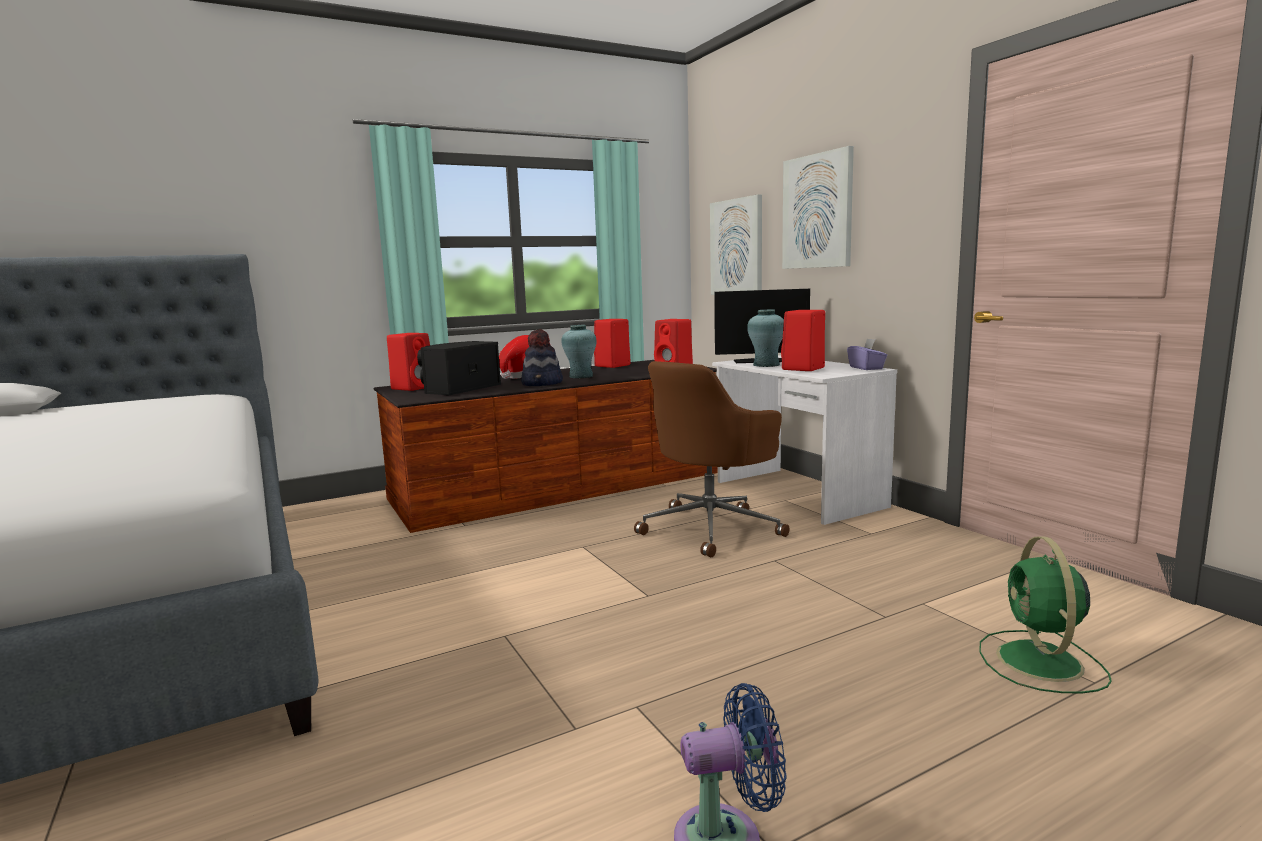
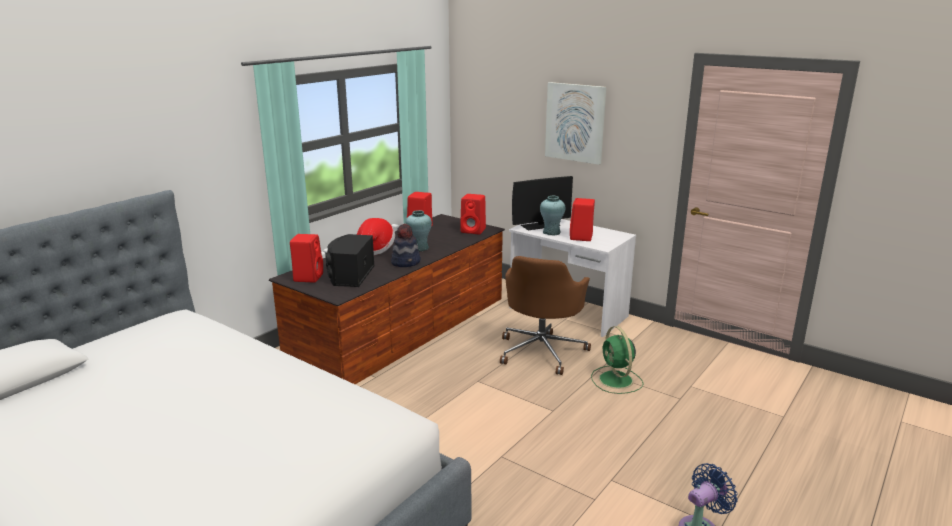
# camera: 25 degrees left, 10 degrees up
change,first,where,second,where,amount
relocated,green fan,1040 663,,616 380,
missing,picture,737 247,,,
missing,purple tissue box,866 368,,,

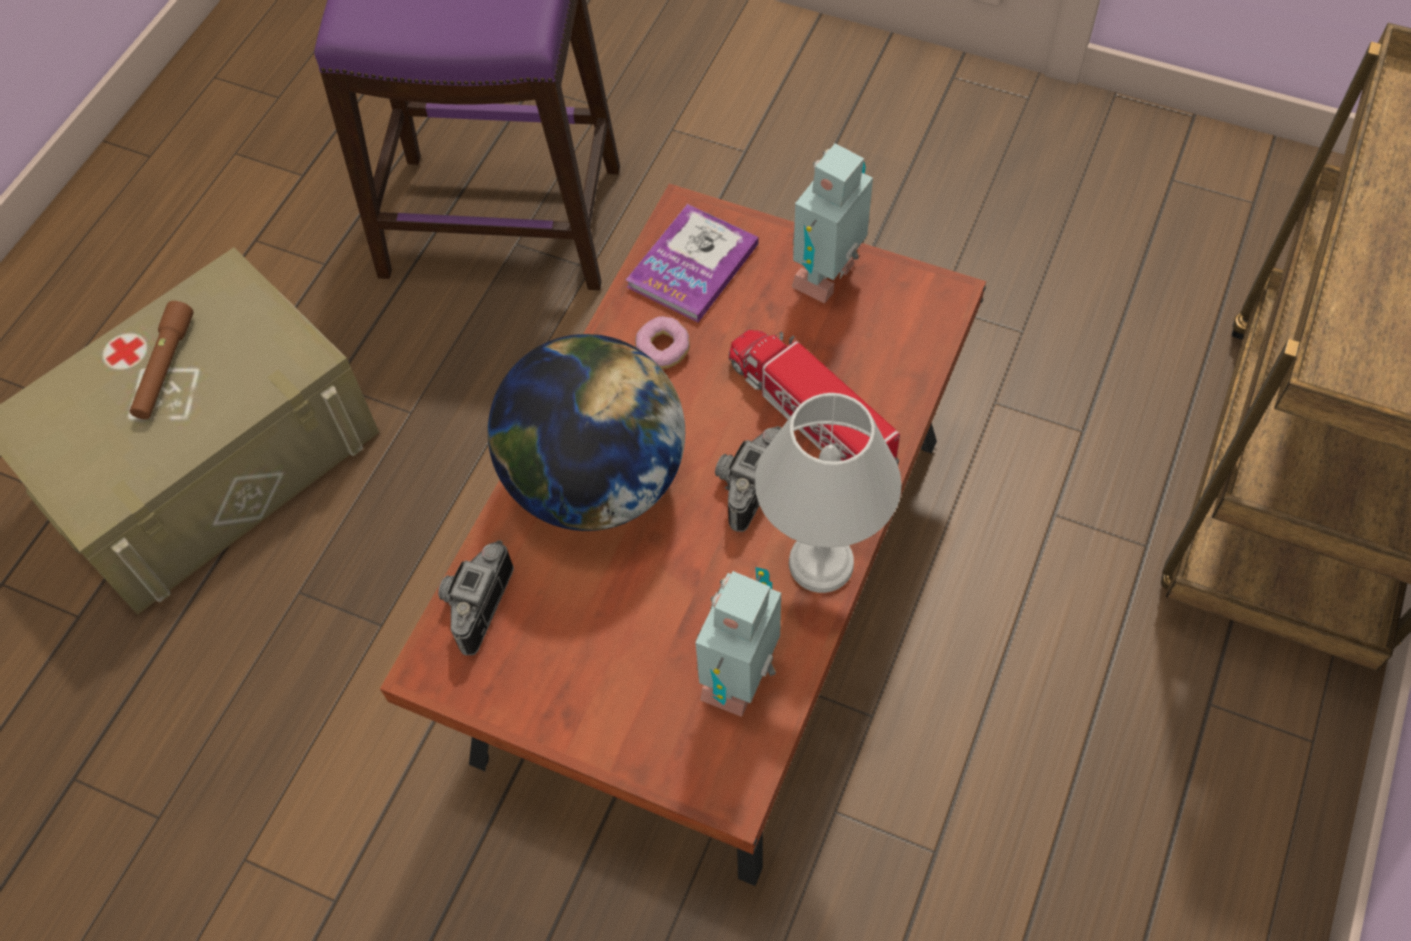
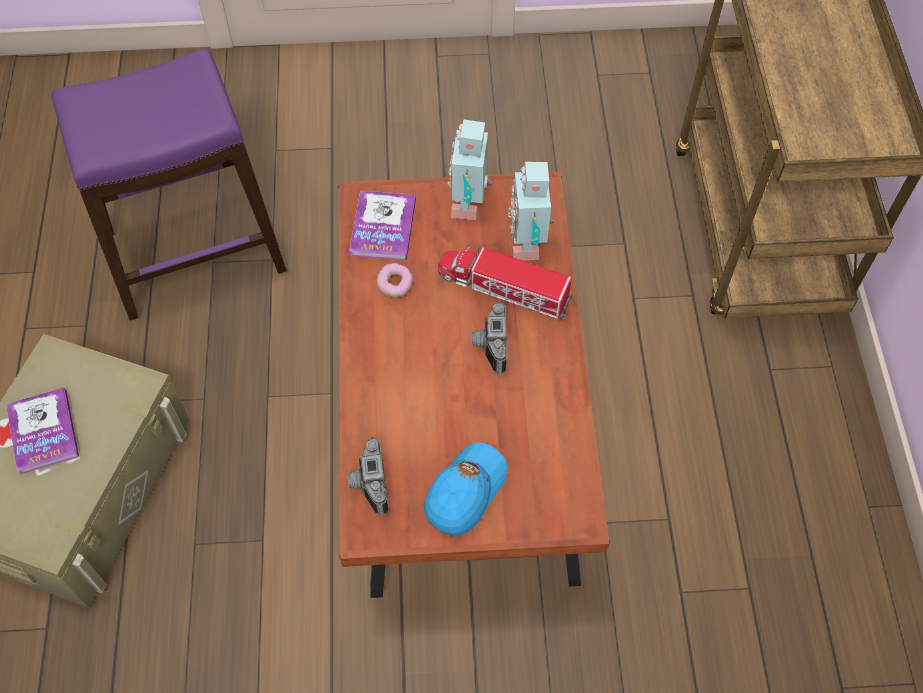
# camera: 30 degrees left, 0 degrees up
change,first,where,second,where,amount
exchanged,brown flashlight,165 368,book,43 431,
appeared,,,blue cap,465 492,
relocated,toy robot,742 679,,528 243,
missing,globe,596 481,,,
missing,white table lamp,821 560,,,

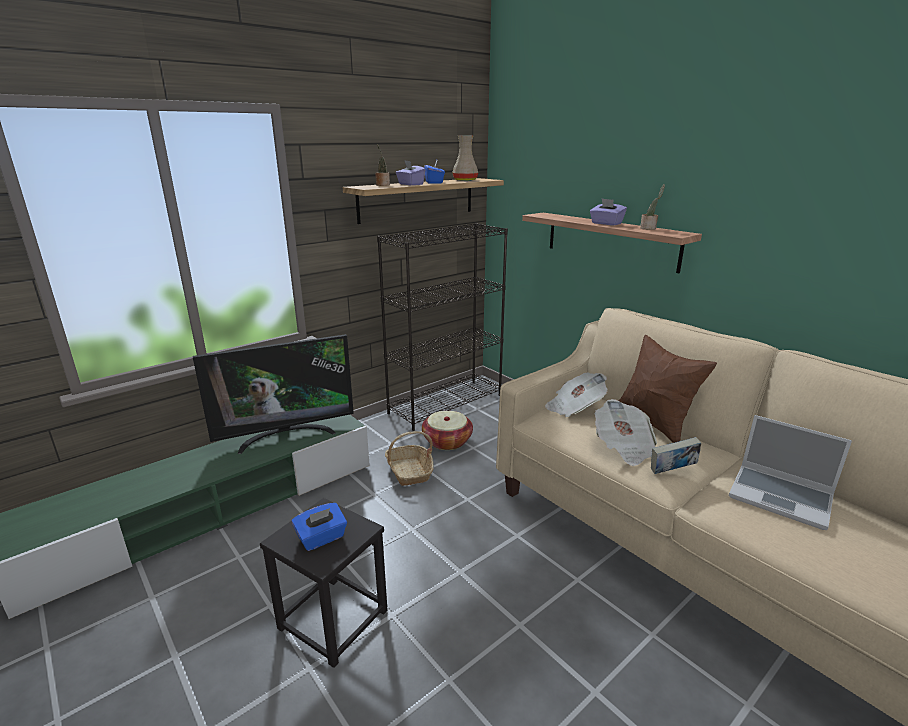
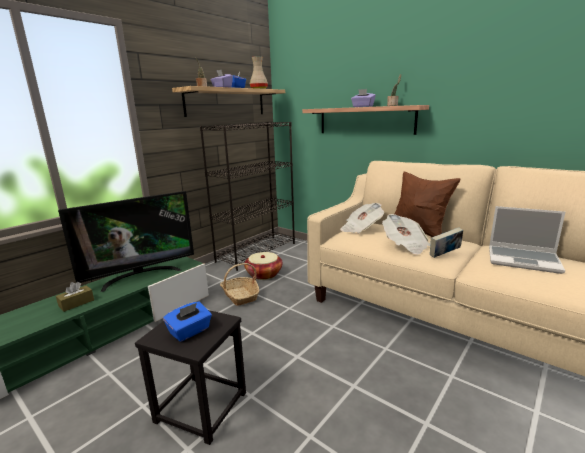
# camera: 10 degrees left, 5 degrees down
change,first,where,second,where,amount
appeared,,,brown tissue box,76 303,

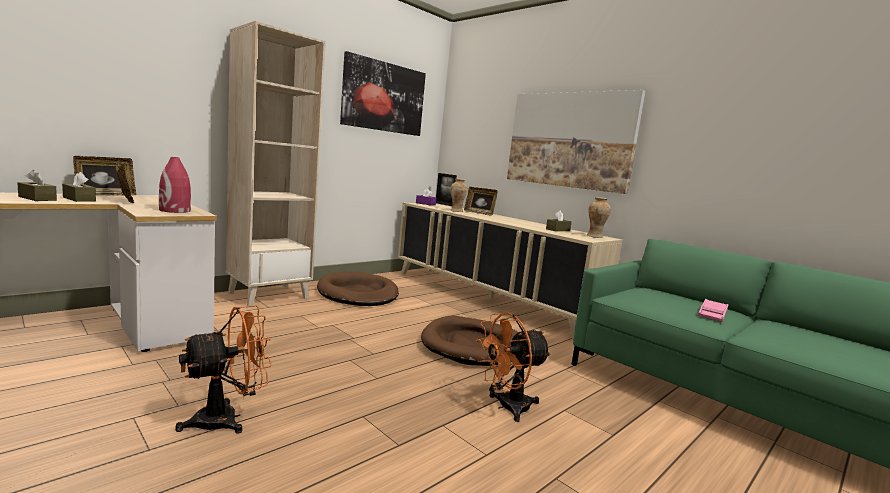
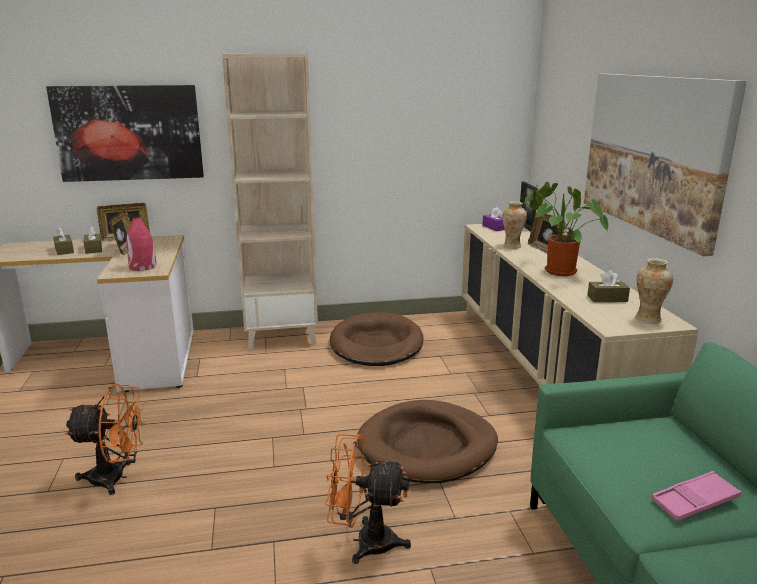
# camera: 35 degrees right, 10 degrees up
change,first,where,second,where,amount
relocated,picture,384 97,,129 133,
appeared,,,potted plant,556 271,

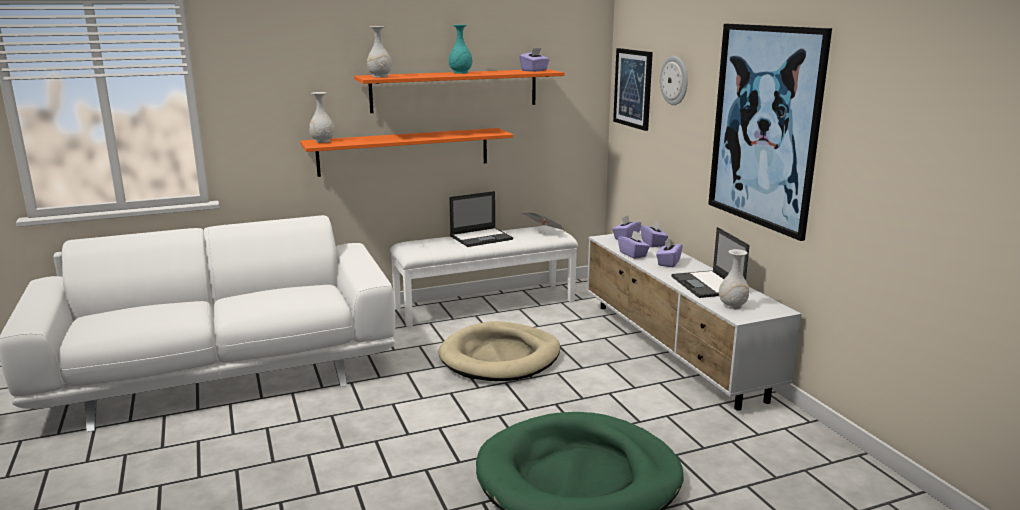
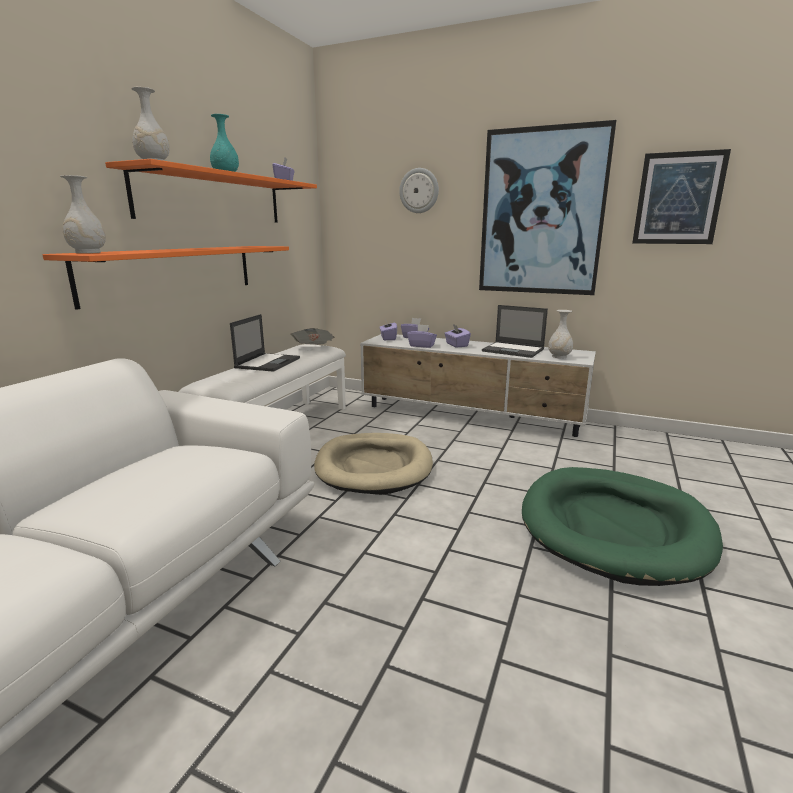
# camera: 45 degrees left, 0 degrees up
change,first,where,second,where,amount
relocated,picture,633 88,,678 199,

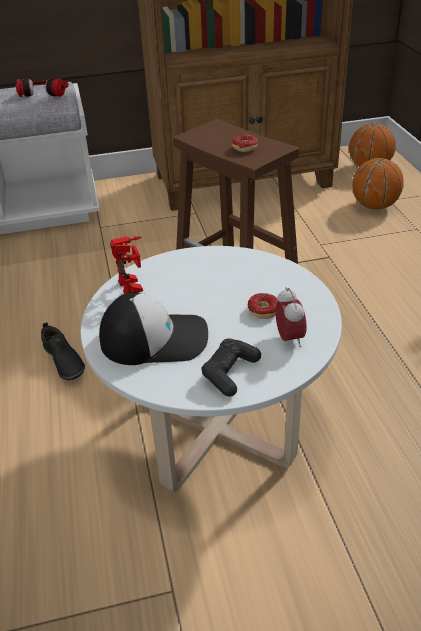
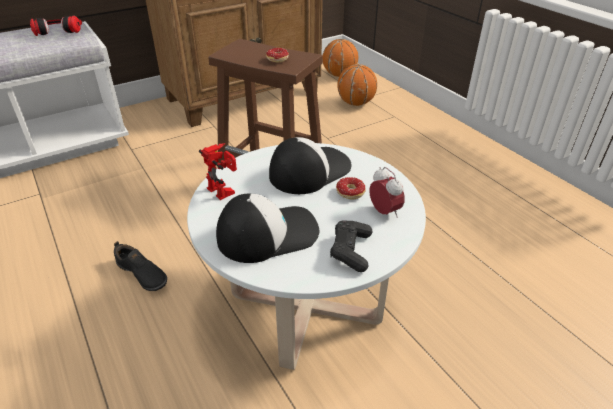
# camera: 20 degrees left, 0 degrees up
change,first,where,second,where,amount
appeared,,,cap,309 170,

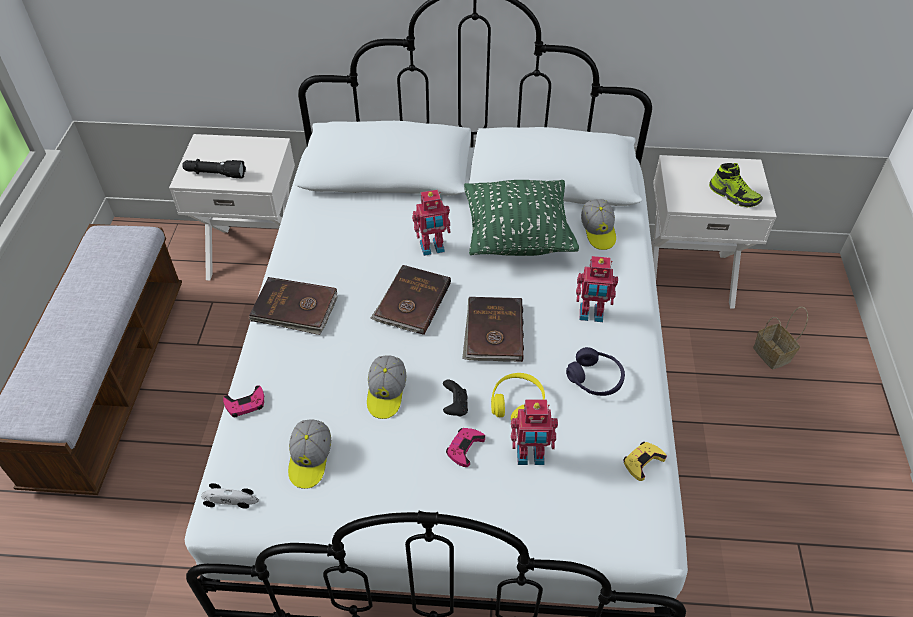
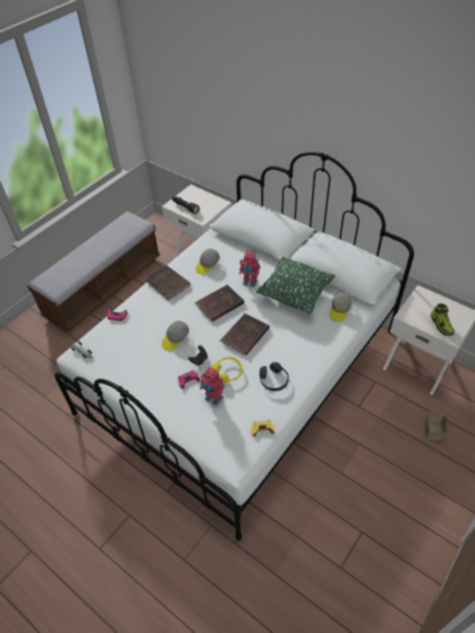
# camera: 35 degrees right, 0 degrees up
change,first,where,second,where,amount
relocated,cap,310 459,,207 265,
missing,toy robot,591 315,,,

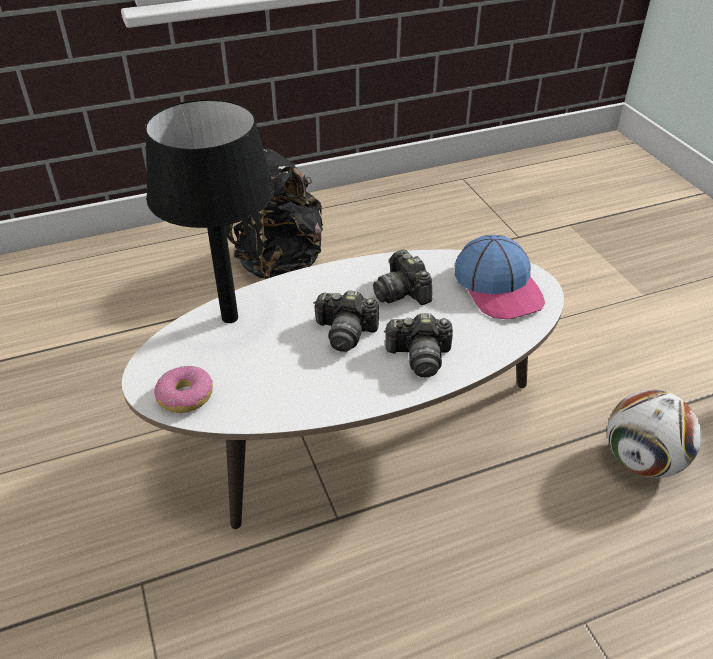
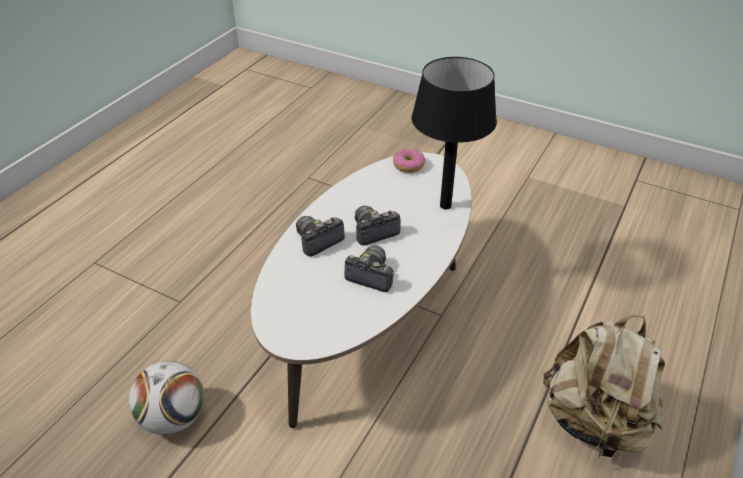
# camera: 140 degrees right, 0 degrees up
change,first,where,second,where,amount
colour,black backpack,281 262,beige backpack,593 421,
missing,cap,499 287,,,

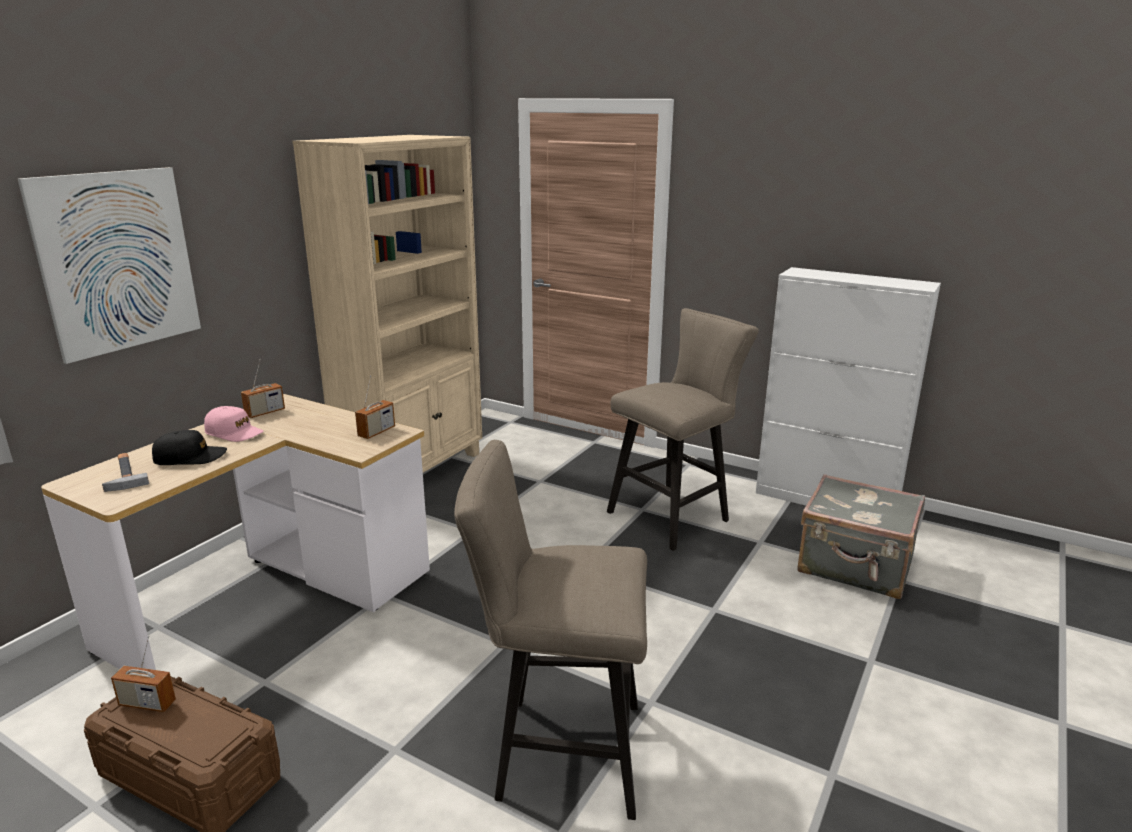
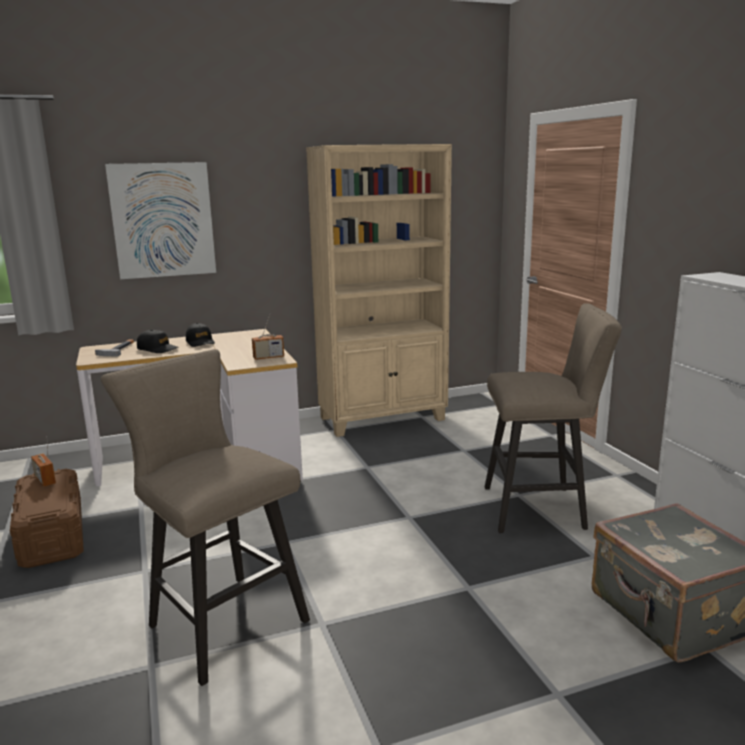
# camera: 40 degrees right, 5 degrees down
change,first,where,second,where,amount
colour,pink cap,234 433,black cap,200 342,
missing,radio,265 412,,,

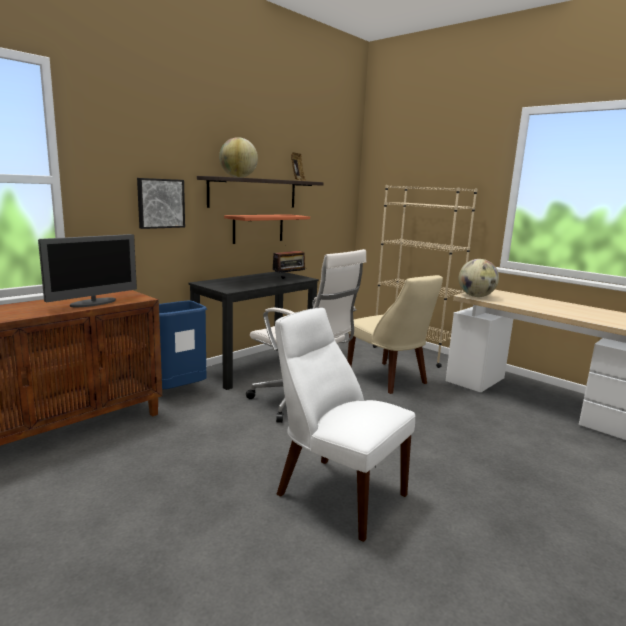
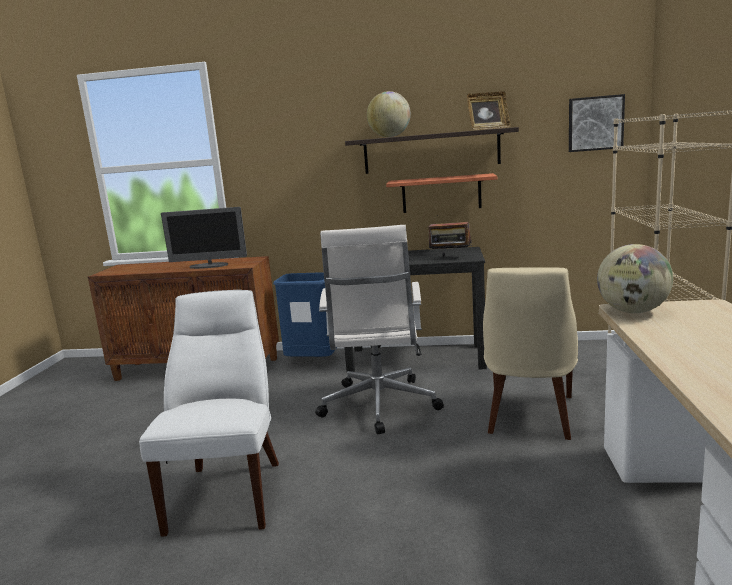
# camera: 55 degrees right, 0 degrees up
change,first,where,second,where,amount
relocated,picture,160 203,,595 123,

